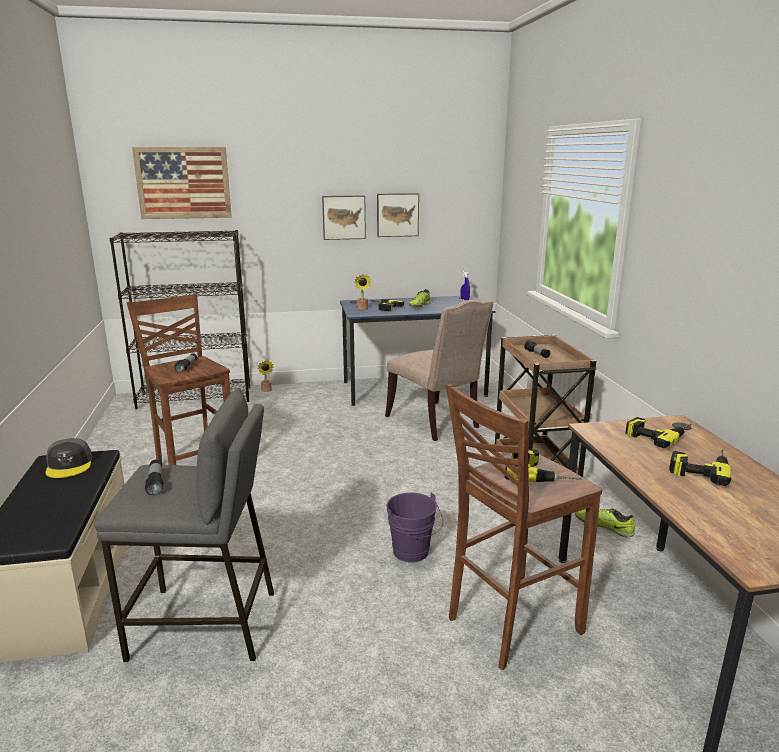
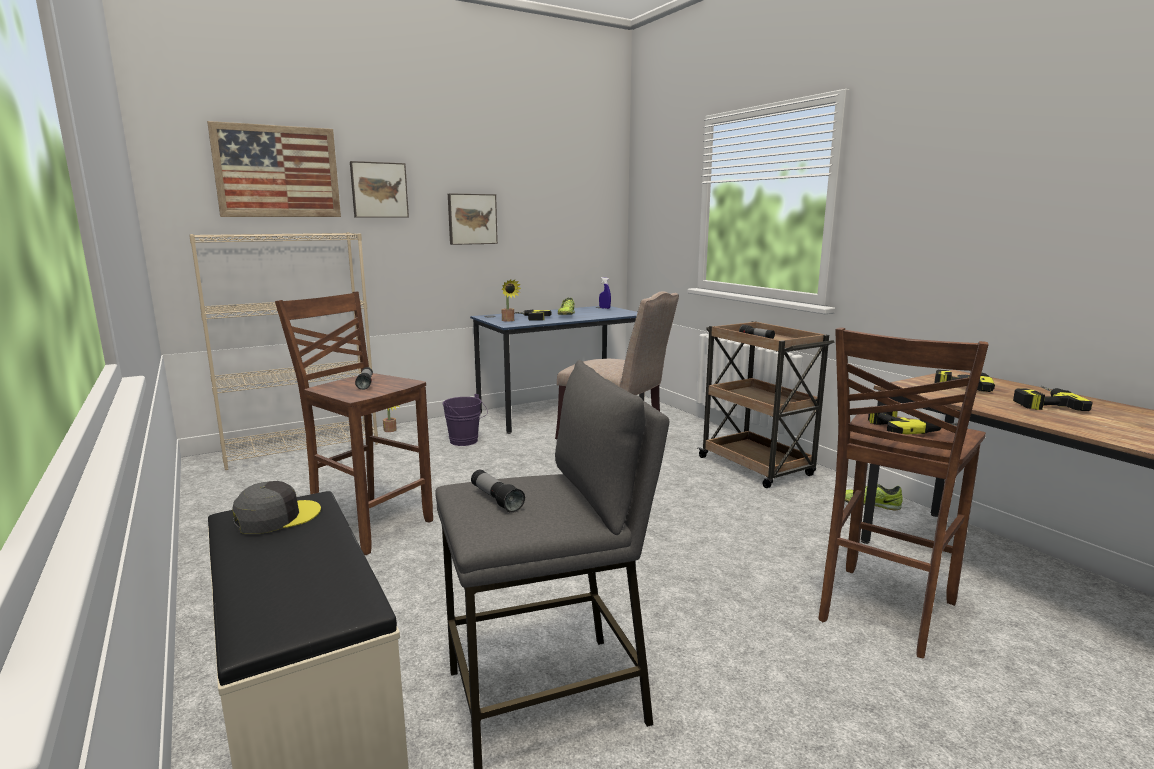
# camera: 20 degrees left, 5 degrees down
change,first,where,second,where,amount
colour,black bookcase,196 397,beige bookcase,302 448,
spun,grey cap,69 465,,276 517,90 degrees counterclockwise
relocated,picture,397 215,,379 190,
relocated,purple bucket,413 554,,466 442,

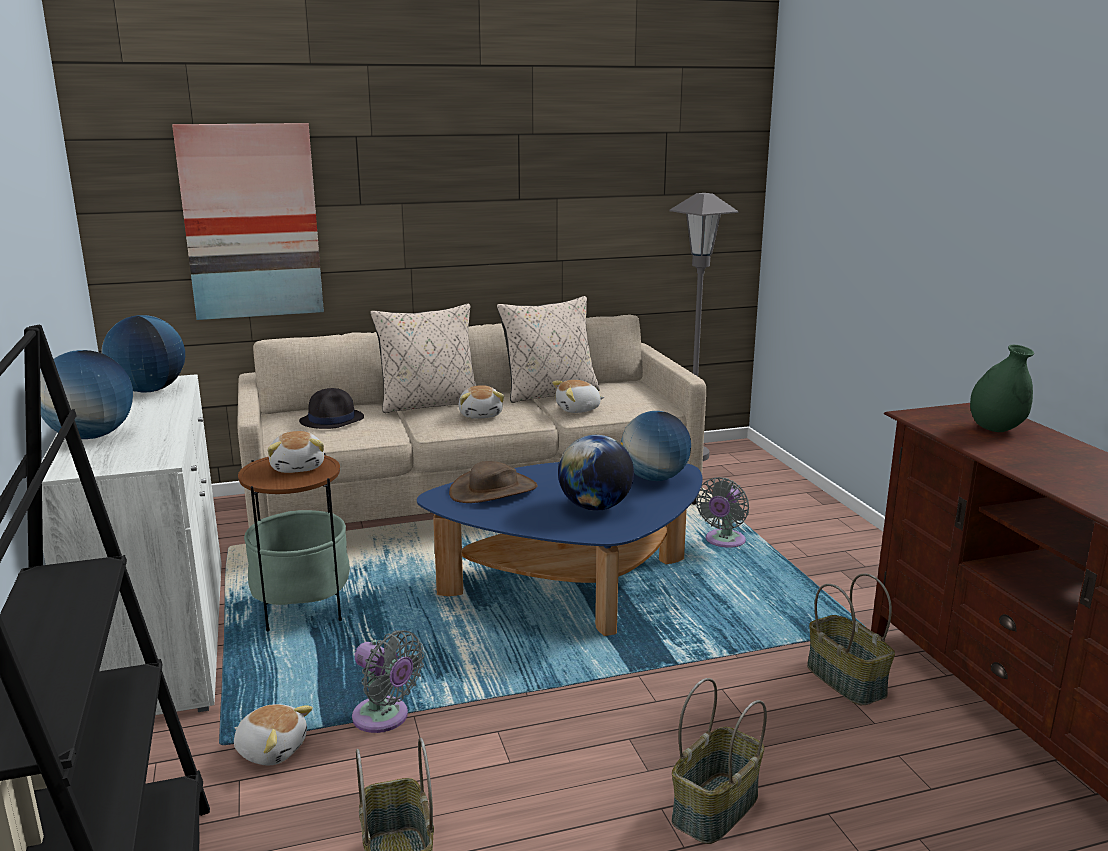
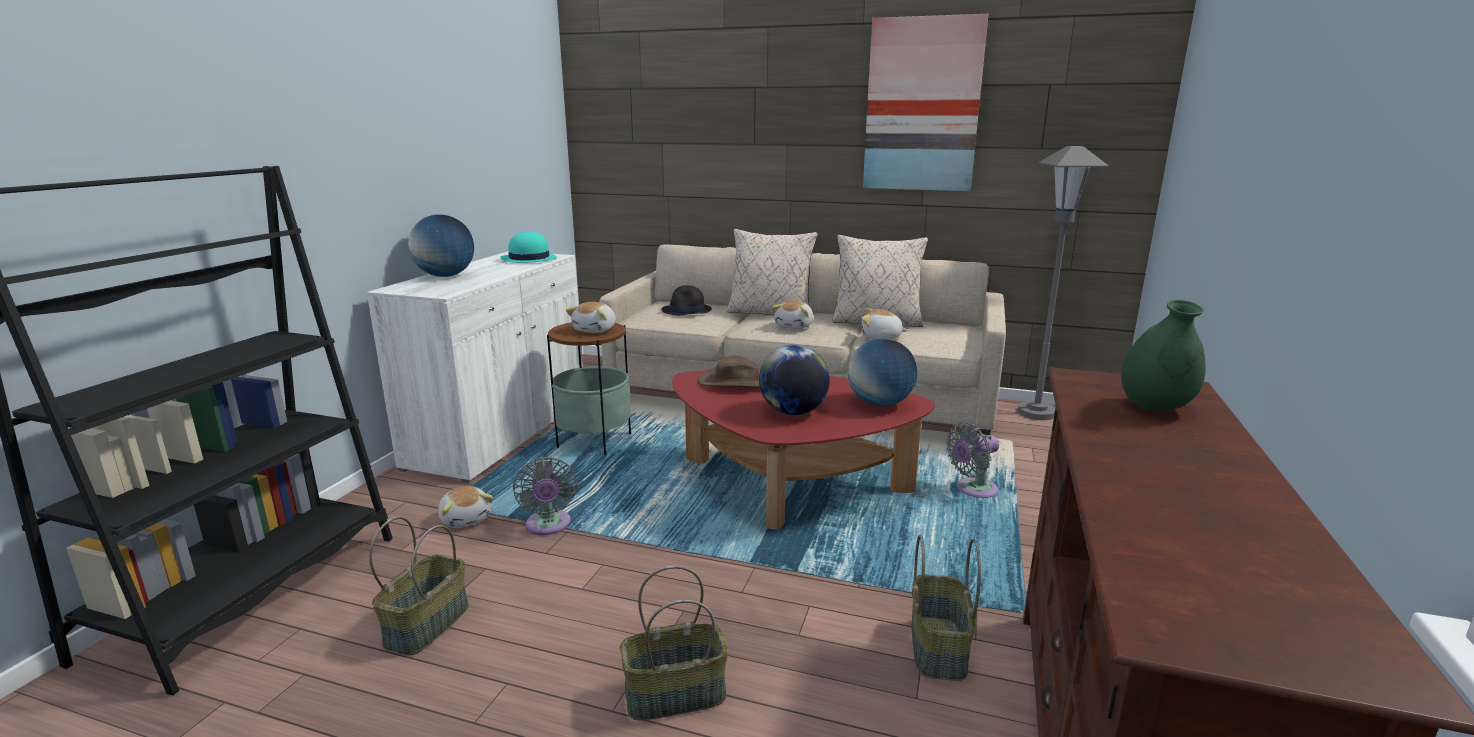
# camera: 35 degrees right, 0 degrees up
change,first,where,second,where,amount
exchanged,globe,149 390,turquoise hat,528 259,
colour,blue coffee table,573 589,red coffee table,789 486,
relocated,picture,251 222,,922 105,

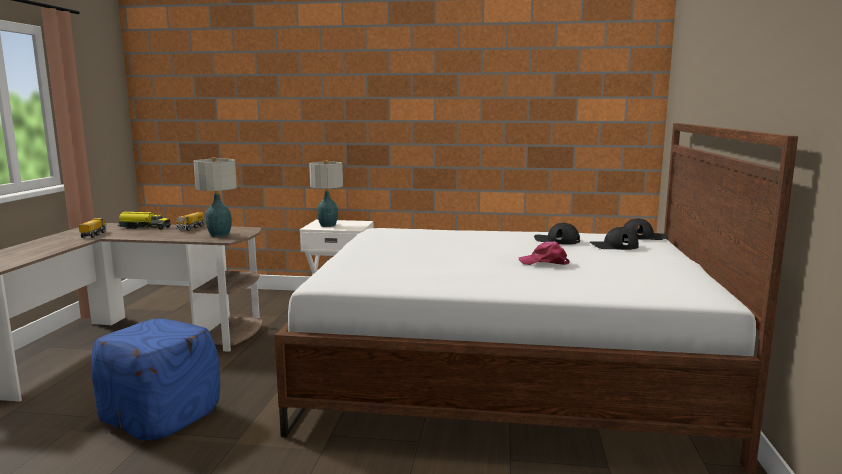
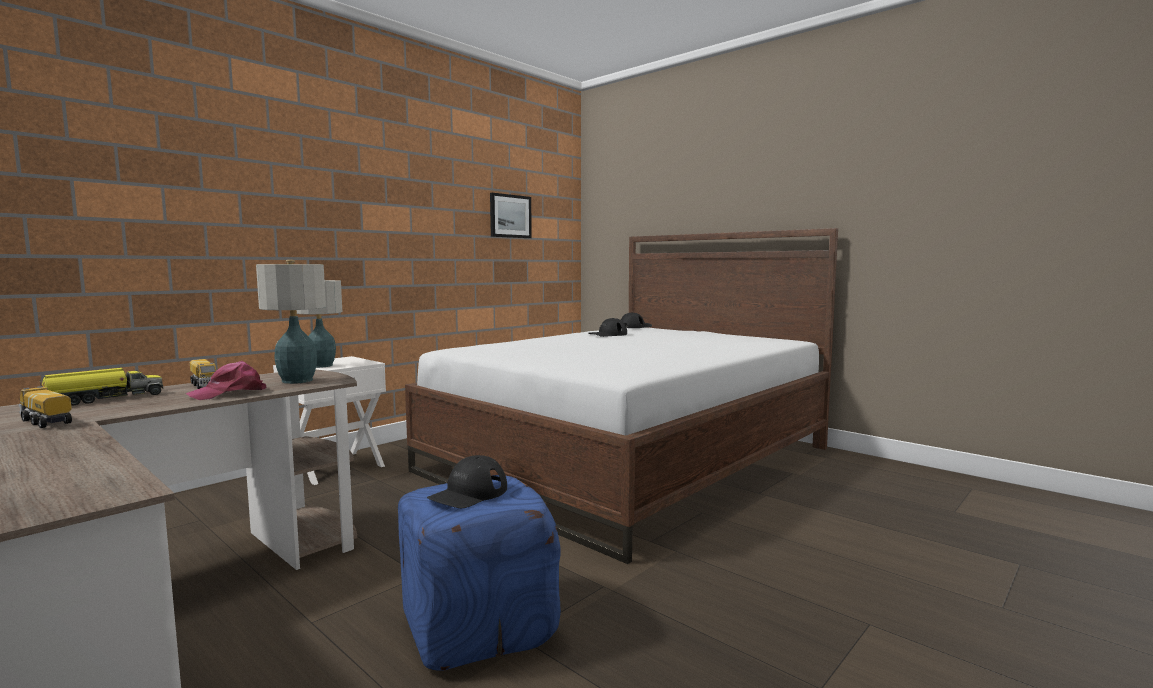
# camera: 55 degrees left, 5 degrees down
change,first,where,second,where,amount
relocated,pink cap,544 262,,229 393,
relocated,black cap,613 246,,468 493,
appeared,,,picture,510 216,

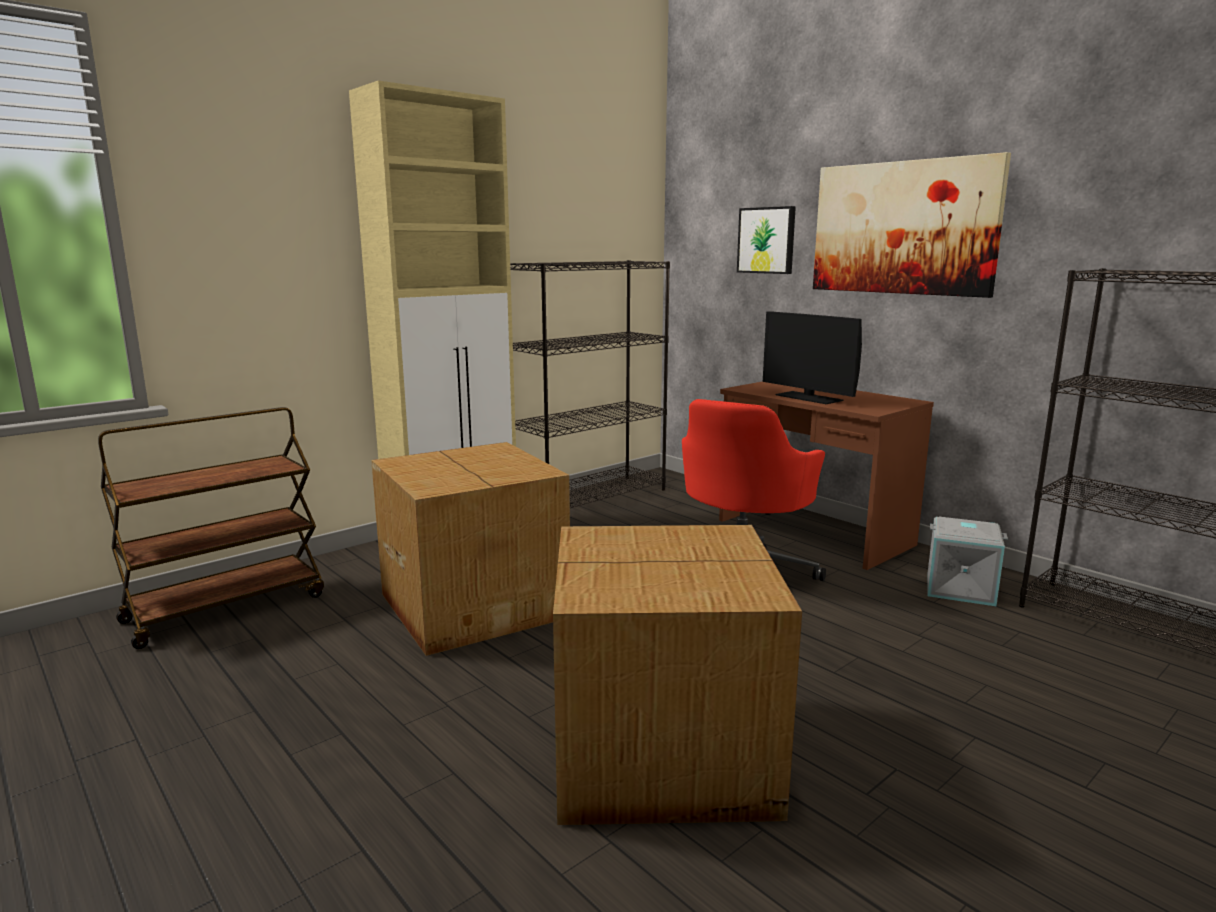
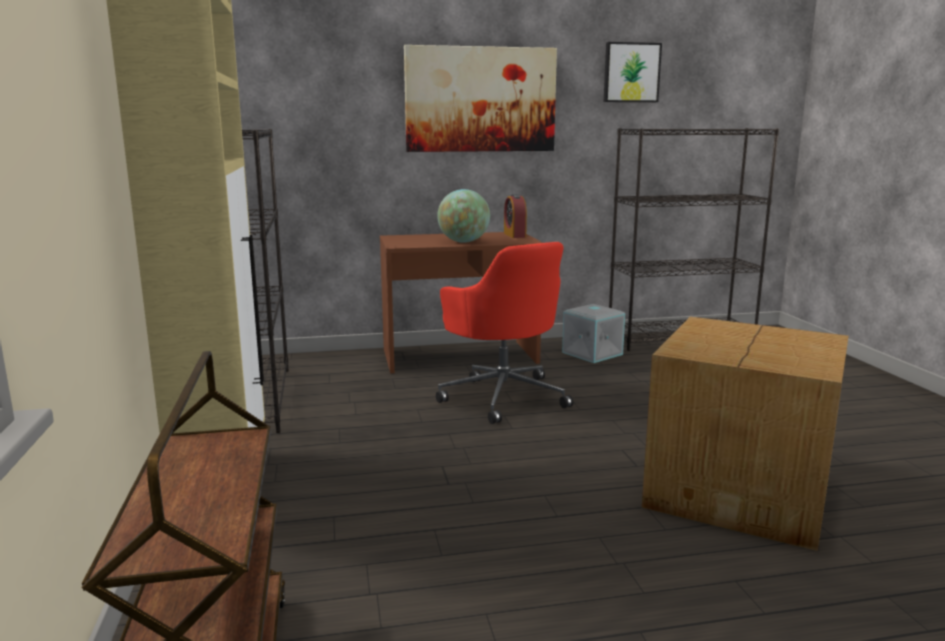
# camera: 60 degrees left, 0 degrees up
change,first,where,second,where,amount
exchanged,monitor,808 398,globe,463 242,
appeared,,,alarm clock,514 235,
relocated,picture,767 240,,631 72,
missing,cardboard box,475 604,,,

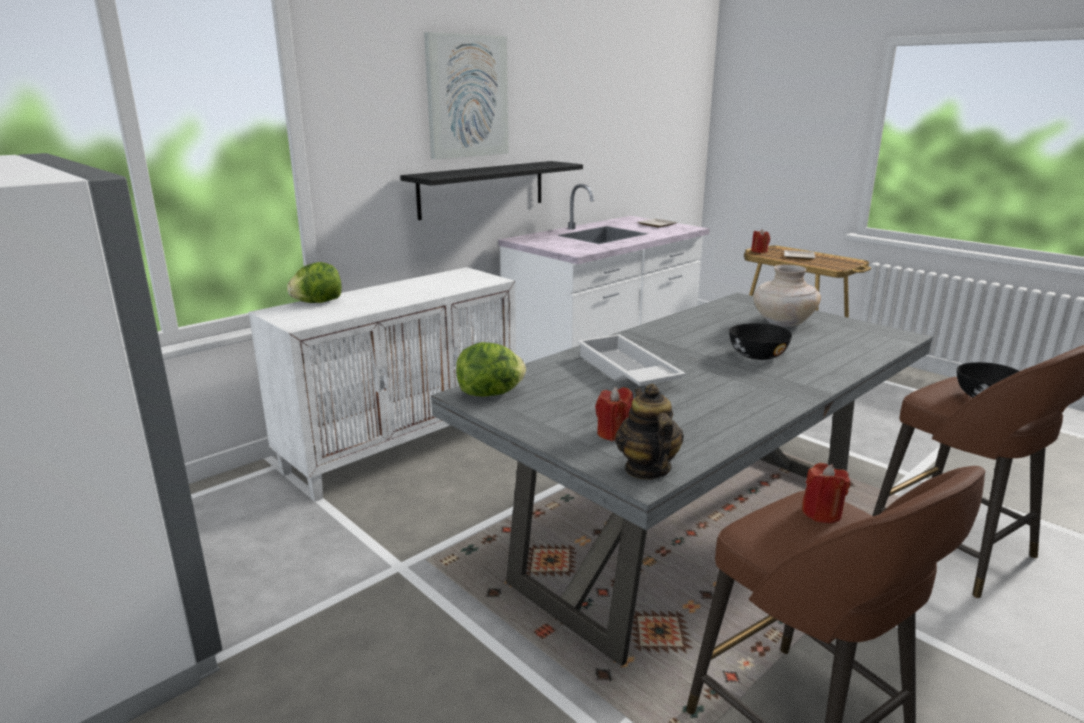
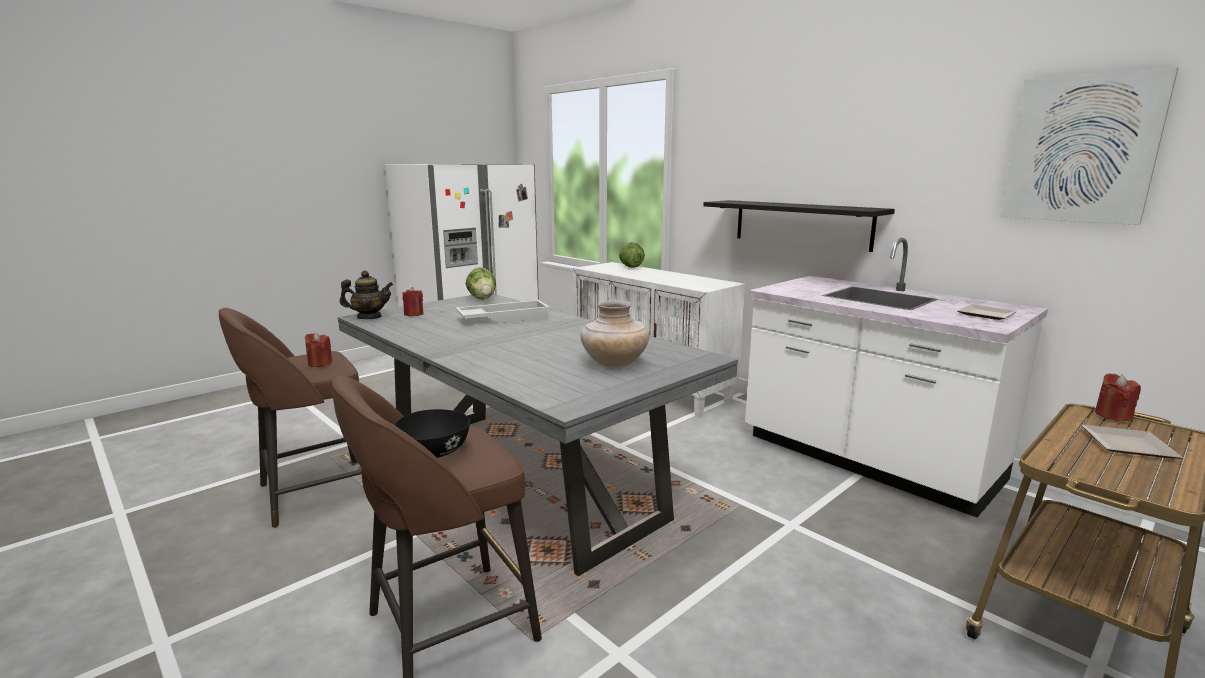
# camera: 90 degrees right, 5 degrees down
change,first,where,second,where,amount
relocated,picture,467 96,,1081 149,
missing,black bowl,757 356,,,

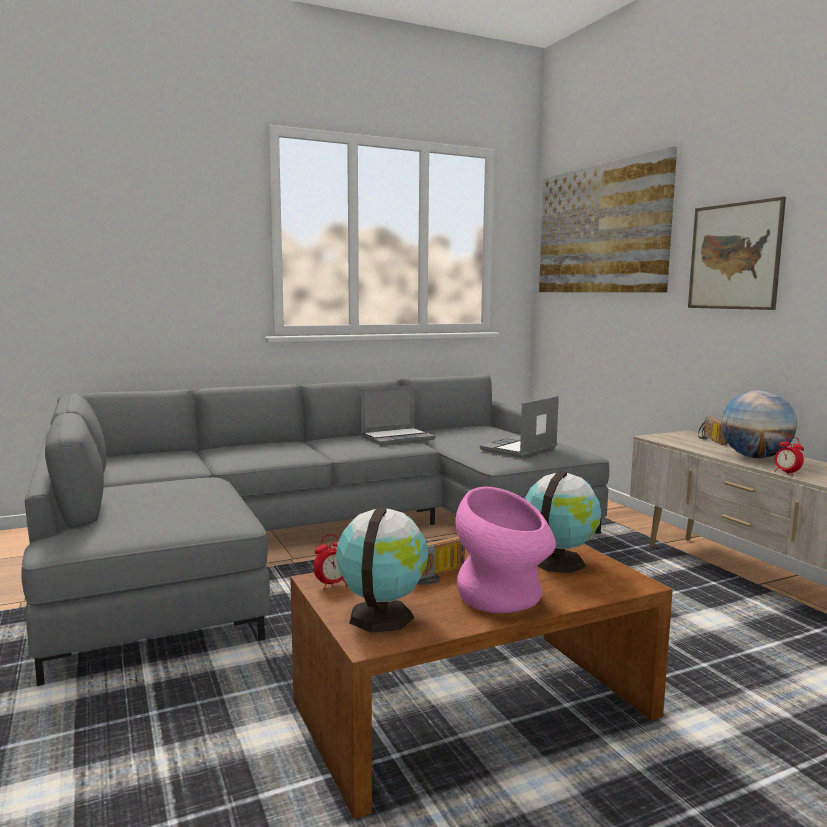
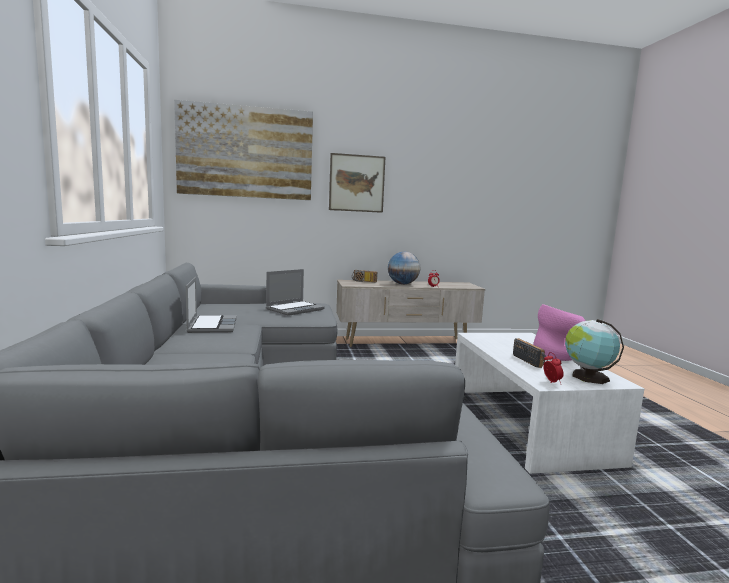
# camera: 75 degrees left, 0 degrees up
change,first,where,second,where,amount
spun,laptop,519 449,,295 309,105 degrees counterclockwise
colour,brown coffee table,474 709,white coffee table,526 423,
missing,globe,559 561,,,

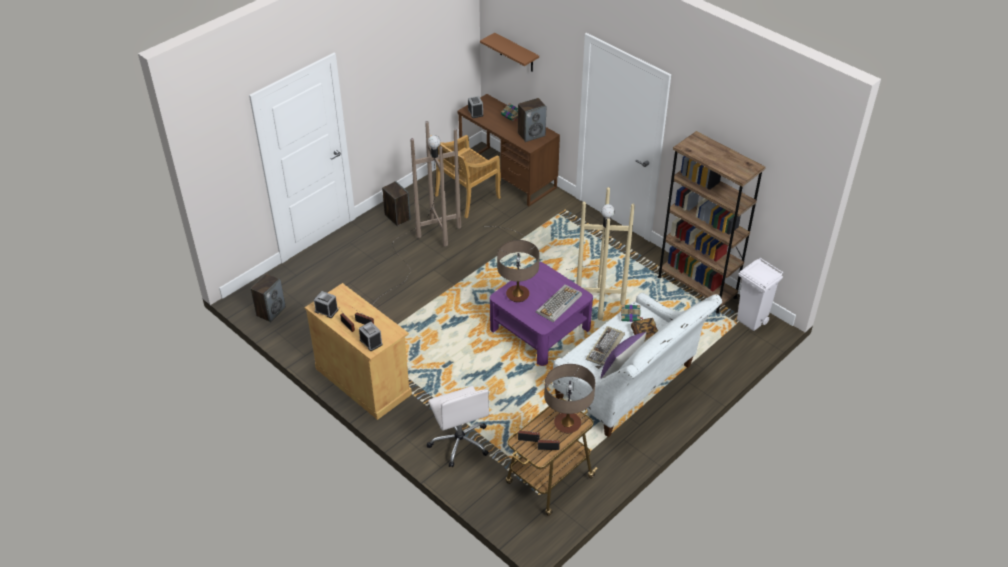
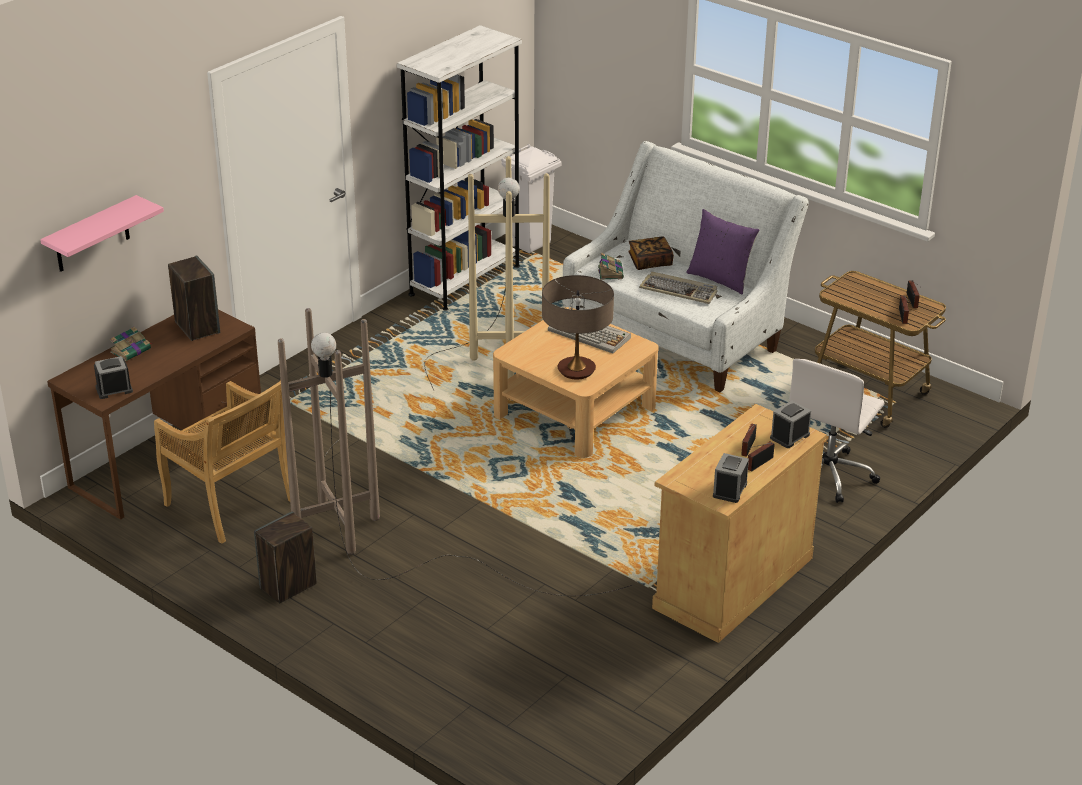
# camera: 95 degrees left, 10 degrees down
change,first,where,second,where,amount
colour,brown shelf,516 53,pink shelf,92 235,
colour,brown bookcase,697 287,white bookcase,465 280,
colour,purple coffee table,540 329,beige coffee table,575 411,
spun,white office chair,459 442,,829 474,150 degrees clockwise
missing,speaker,271 311,,,
missing,table lamp,567 424,,,

